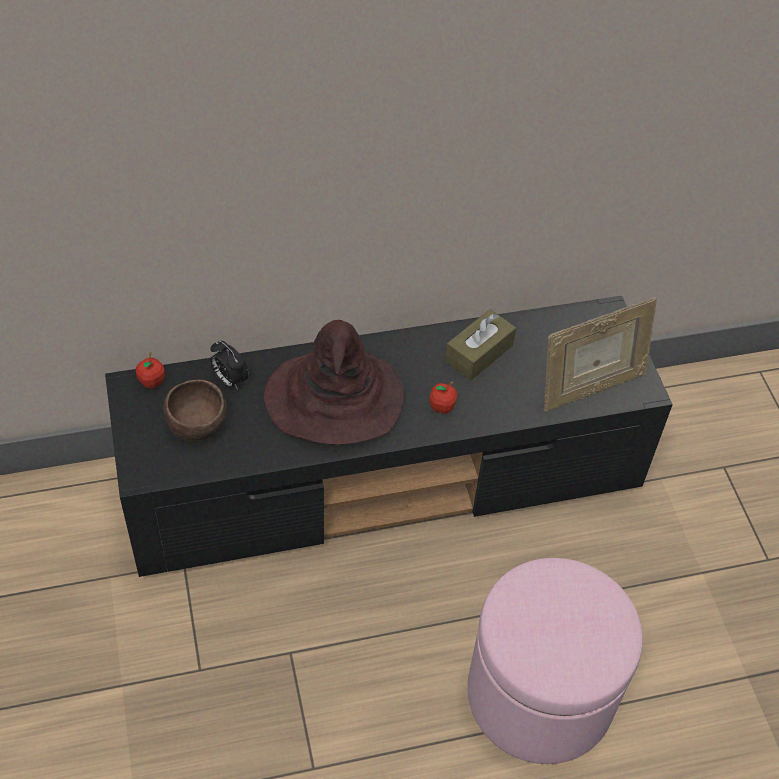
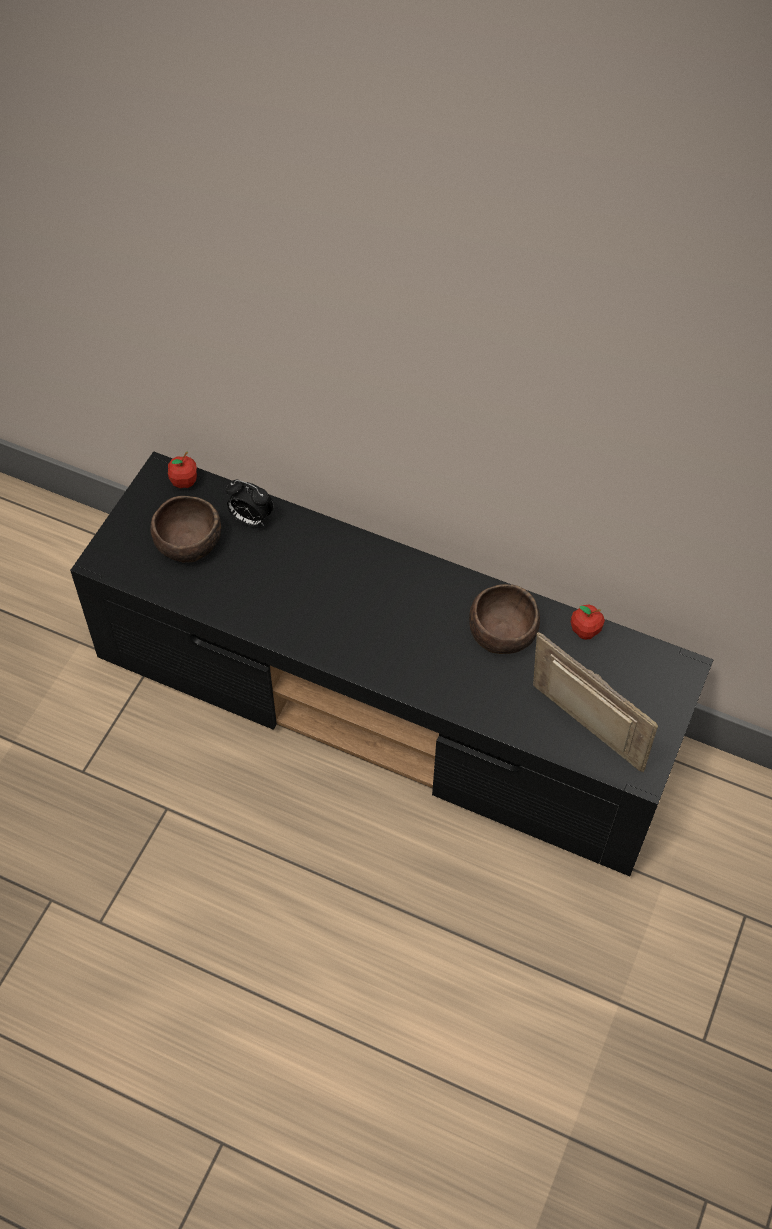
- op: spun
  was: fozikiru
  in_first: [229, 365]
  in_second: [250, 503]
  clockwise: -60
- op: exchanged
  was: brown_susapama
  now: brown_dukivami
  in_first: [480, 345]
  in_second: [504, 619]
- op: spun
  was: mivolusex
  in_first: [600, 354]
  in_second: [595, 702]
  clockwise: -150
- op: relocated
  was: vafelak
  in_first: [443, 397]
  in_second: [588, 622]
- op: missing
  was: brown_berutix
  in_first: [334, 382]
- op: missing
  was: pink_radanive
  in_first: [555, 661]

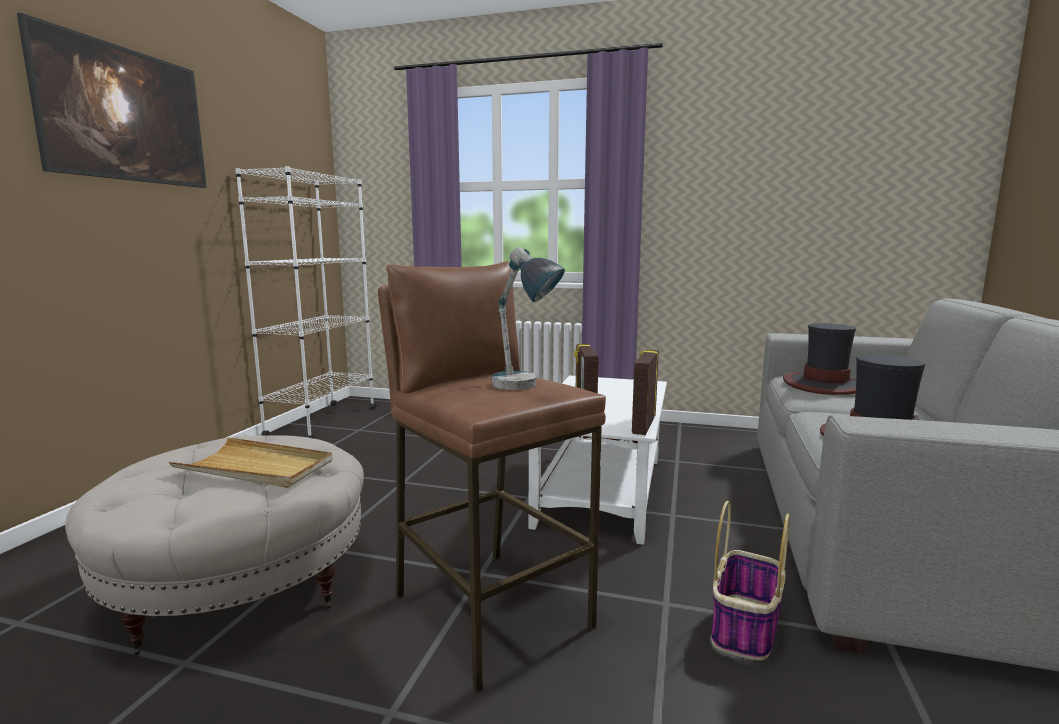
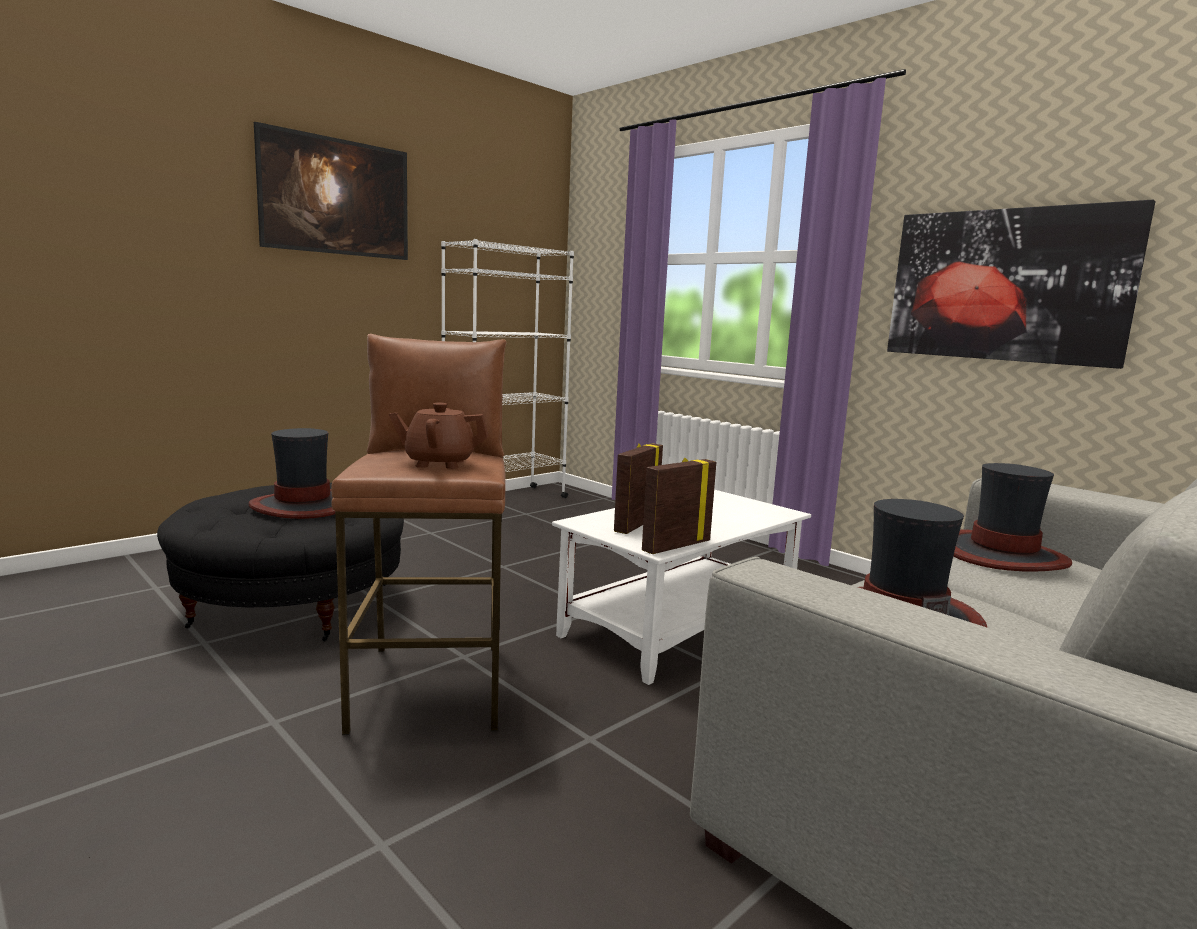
- op: colour
  was: beige_radanive
  now: black_radanive
  in_first: [214, 545]
  in_second: [280, 562]
- op: exchanged
  was: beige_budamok
  now: berutix
  in_first: [250, 462]
  in_second: [292, 473]
- op: exchanged
  was: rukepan
  now: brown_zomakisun
  in_first: [528, 318]
  in_second: [439, 436]
- op: appeared
  now: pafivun
  in_second: [1021, 284]
- op: missing
  was: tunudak
  in_first: [750, 581]

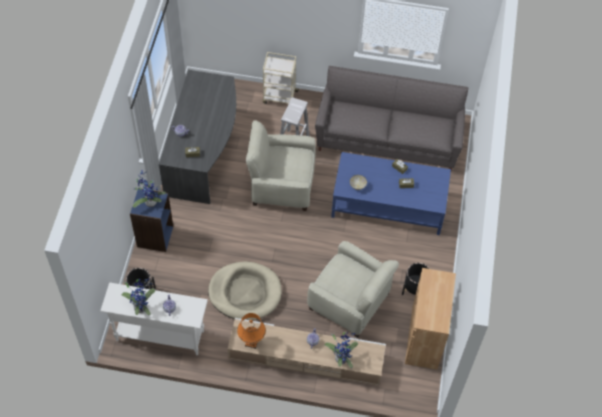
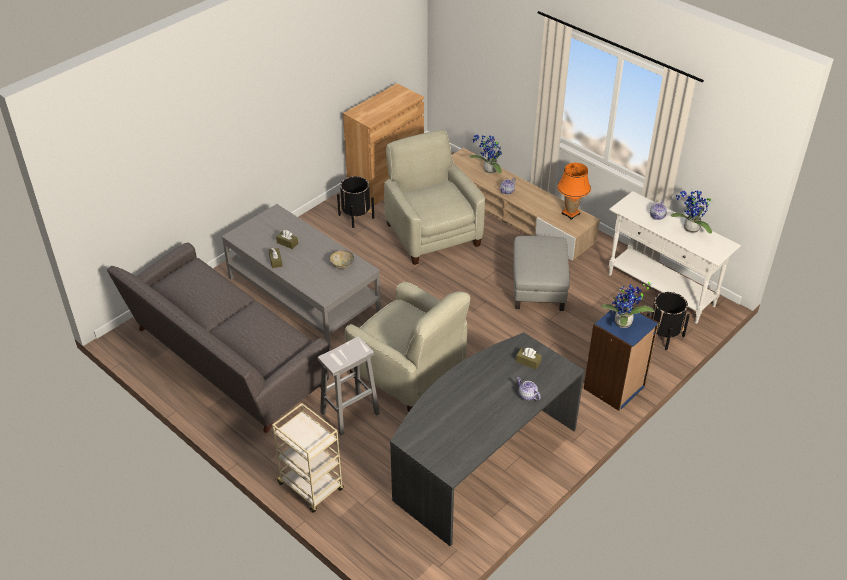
- op: colour
  was: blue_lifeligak
  now: grey_lifeligak
  in_first: [391, 193]
  in_second: [301, 276]
- op: exchanged
  was: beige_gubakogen
  now: grey_radanive
  in_first: [245, 290]
  in_second: [542, 273]

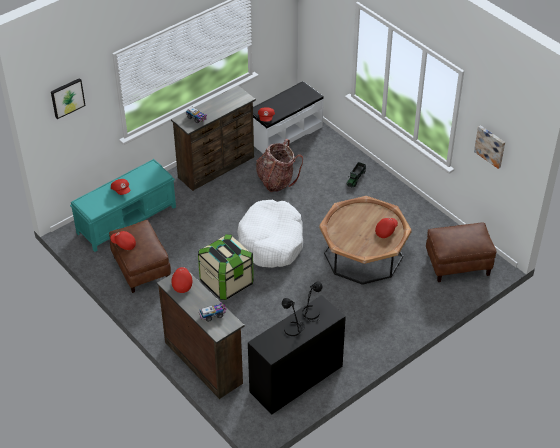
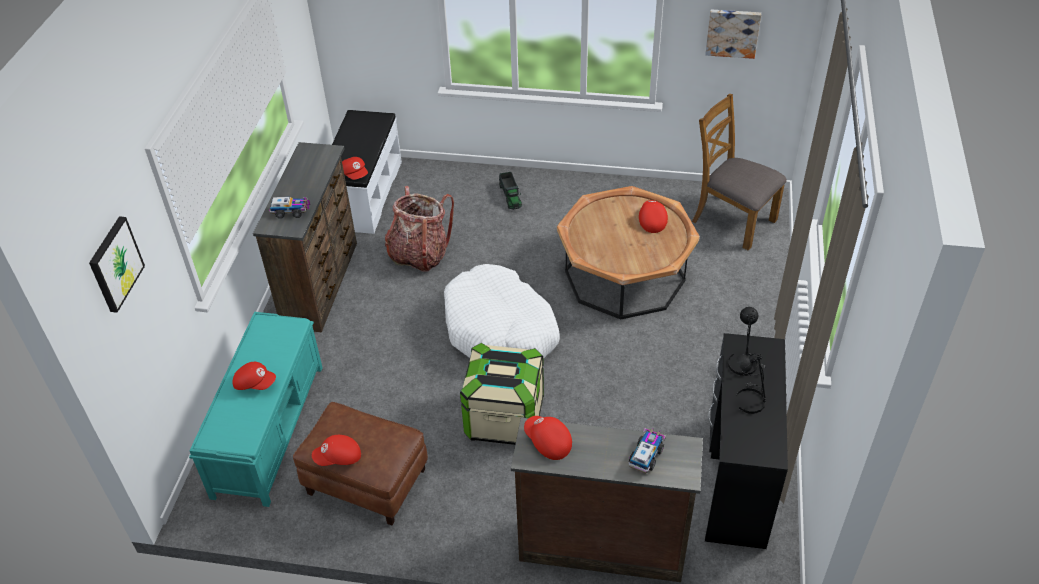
- op: exchanged
  was: brown_radanive
  now: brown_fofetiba
  in_first: [461, 252]
  in_second: [739, 172]

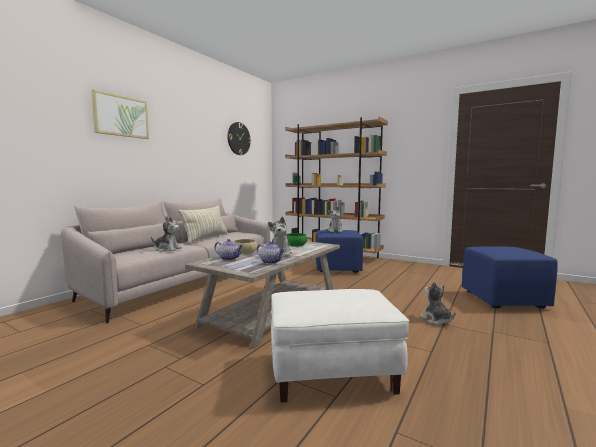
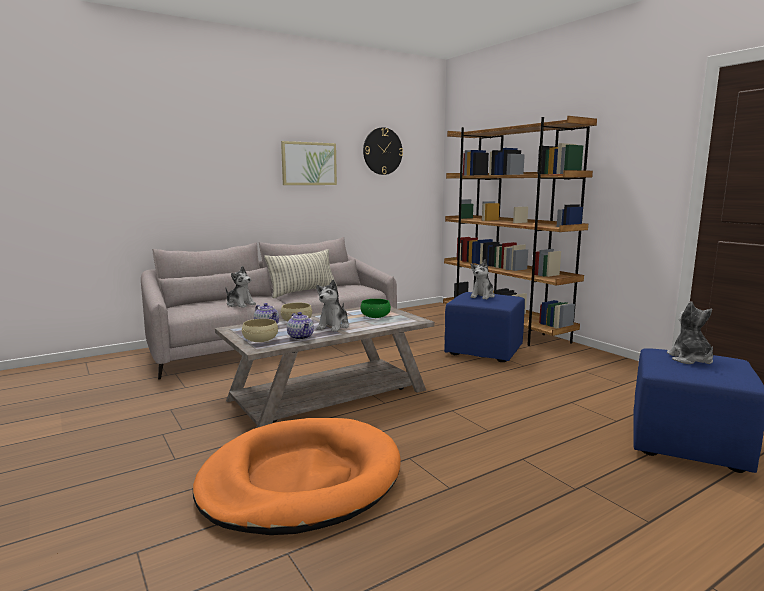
- op: exchanged
  was: white_radanive
  now: orange_gubakogen
  in_first: [340, 345]
  in_second: [297, 476]
- op: appeared
  now: beige_dukivami
  in_second: [260, 330]
- op: relocated
  was: pafivun
  in_first: [120, 114]
  in_second: [309, 163]
- op: relocated
  was: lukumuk
  in_first: [437, 303]
  in_second: [690, 332]

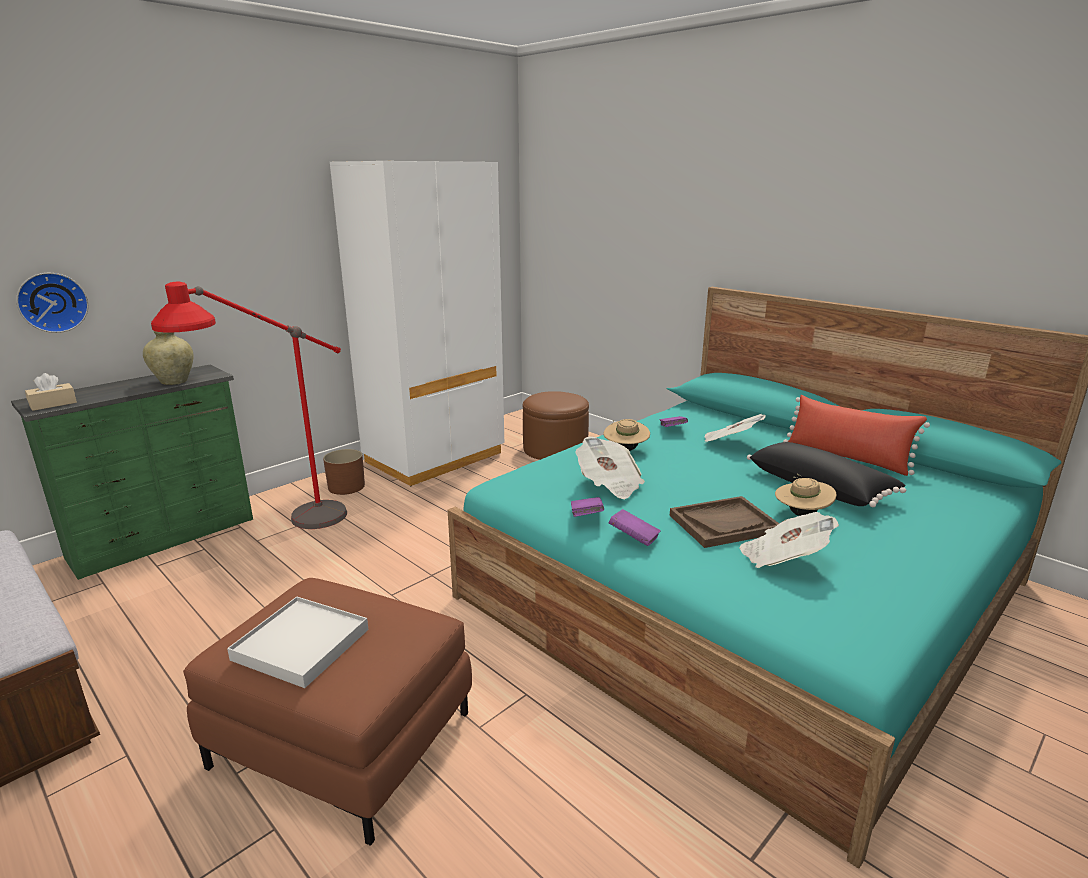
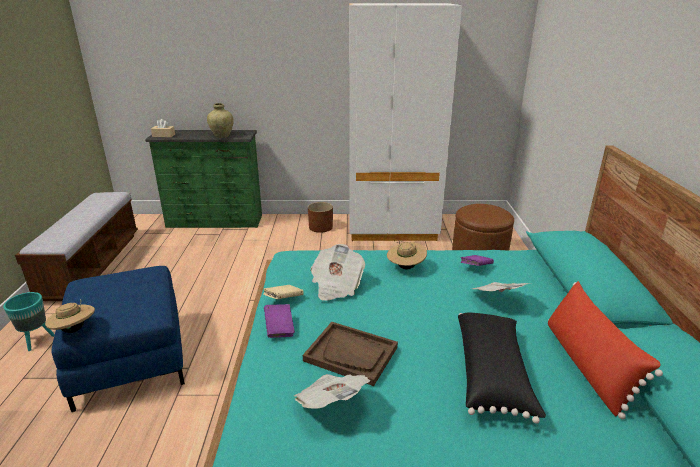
- op: appeared
  now: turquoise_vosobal
  in_second: [29, 321]
- op: relocated
  was: beige_berutix
  in_first: [805, 495]
  in_second: [70, 316]
- op: colour
  was: brown_radanive
  now: blue_radanive
  in_first: [327, 712]
  in_second: [118, 339]
- op: colour
  was: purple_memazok
  now: beige_memazok
  in_first: [587, 507]
  in_second: [283, 292]
- op: missing
  was: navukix
  in_first: [52, 303]
- op: missing
  was: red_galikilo
  in_first: [249, 405]
- op: missing
  was: white_budamok
  in_first: [297, 642]

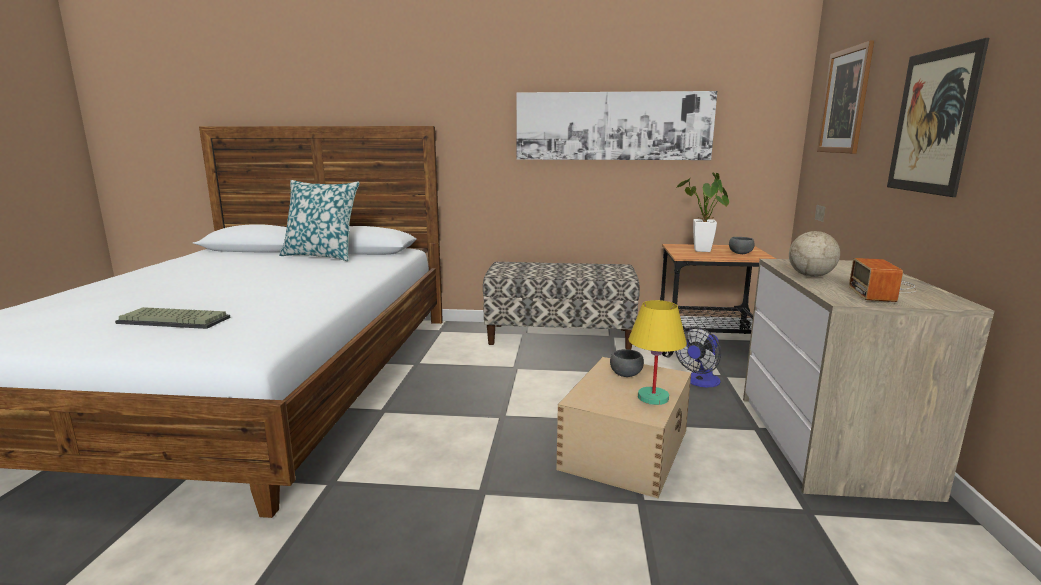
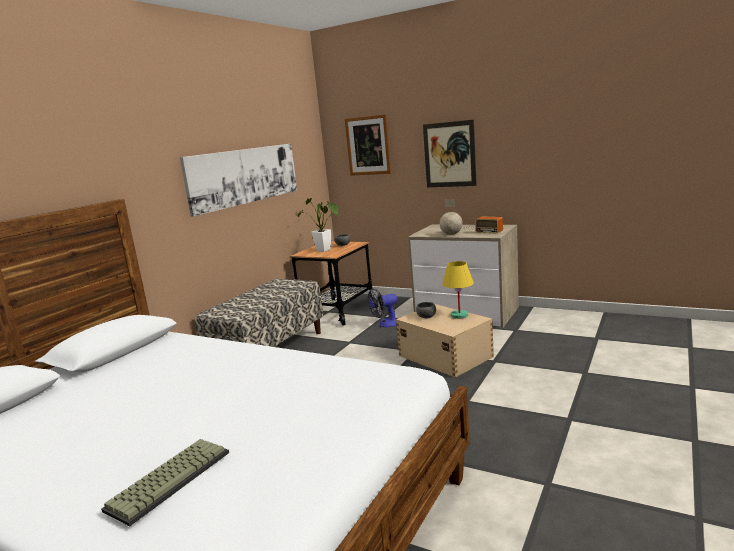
- op: relocated
  was: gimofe
  in_first: [172, 318]
  in_second: [165, 482]
- op: spun
  was: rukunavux
  in_first: [698, 357]
  in_second: [382, 307]
  clockwise: 90
- op: missing
  was: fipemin
  in_first: [319, 220]

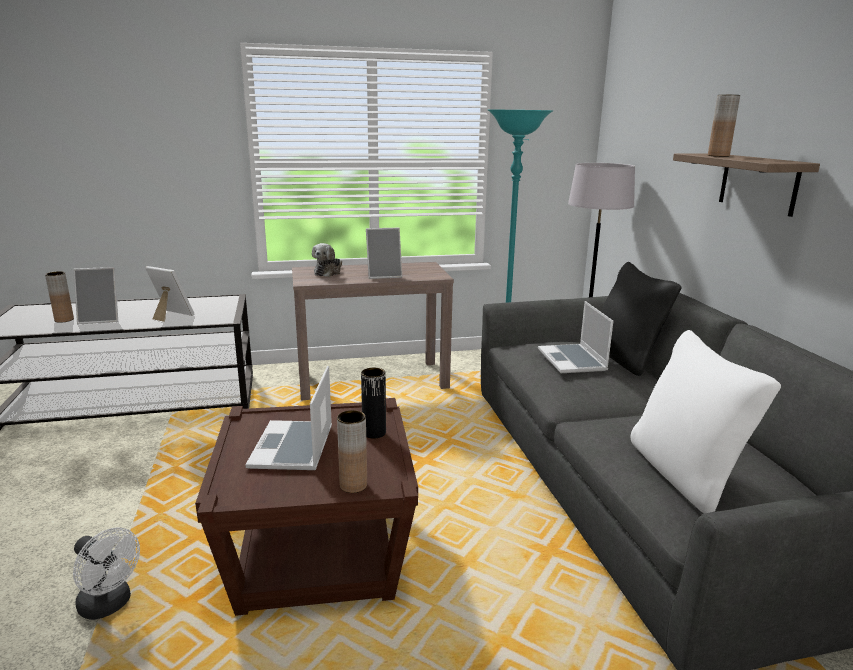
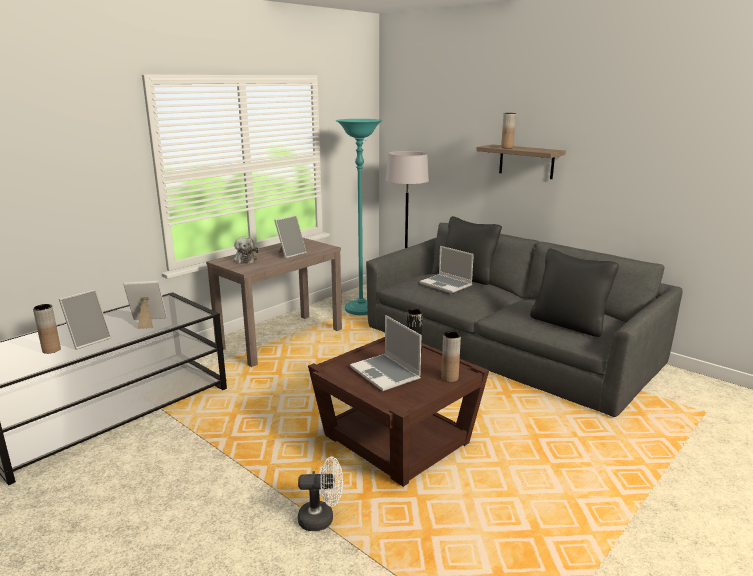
- op: colour
  was: white_fipemin
  now: black_fipemin
  in_first: [706, 422]
  in_second: [574, 293]

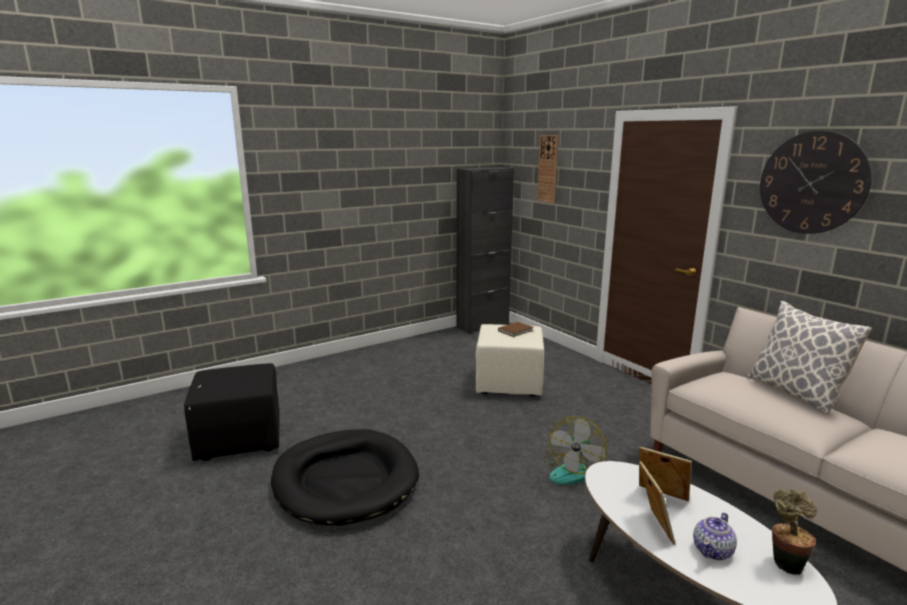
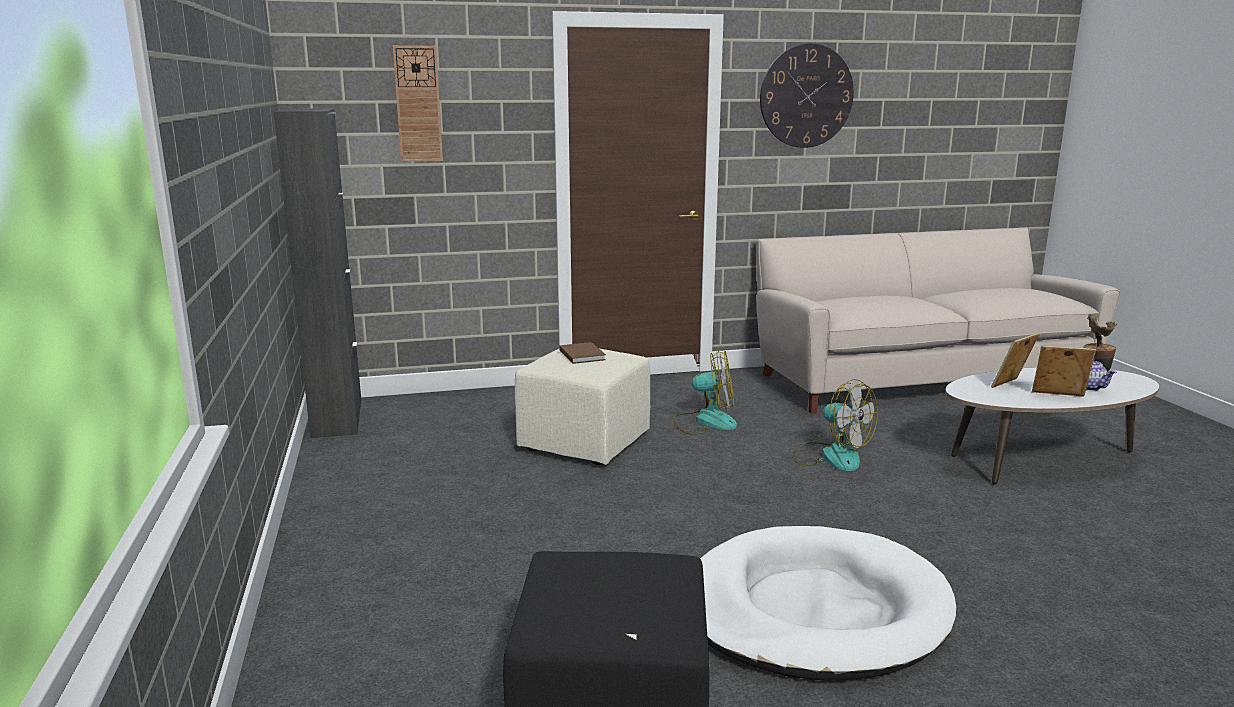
- op: appeared
  now: rukunavux
  in_second: [705, 391]
- op: colour
  was: black_gubakogen
  now: white_gubakogen
  in_first: [345, 477]
  in_second: [828, 603]
- op: missing
  was: fipemin
  in_first: [809, 357]

